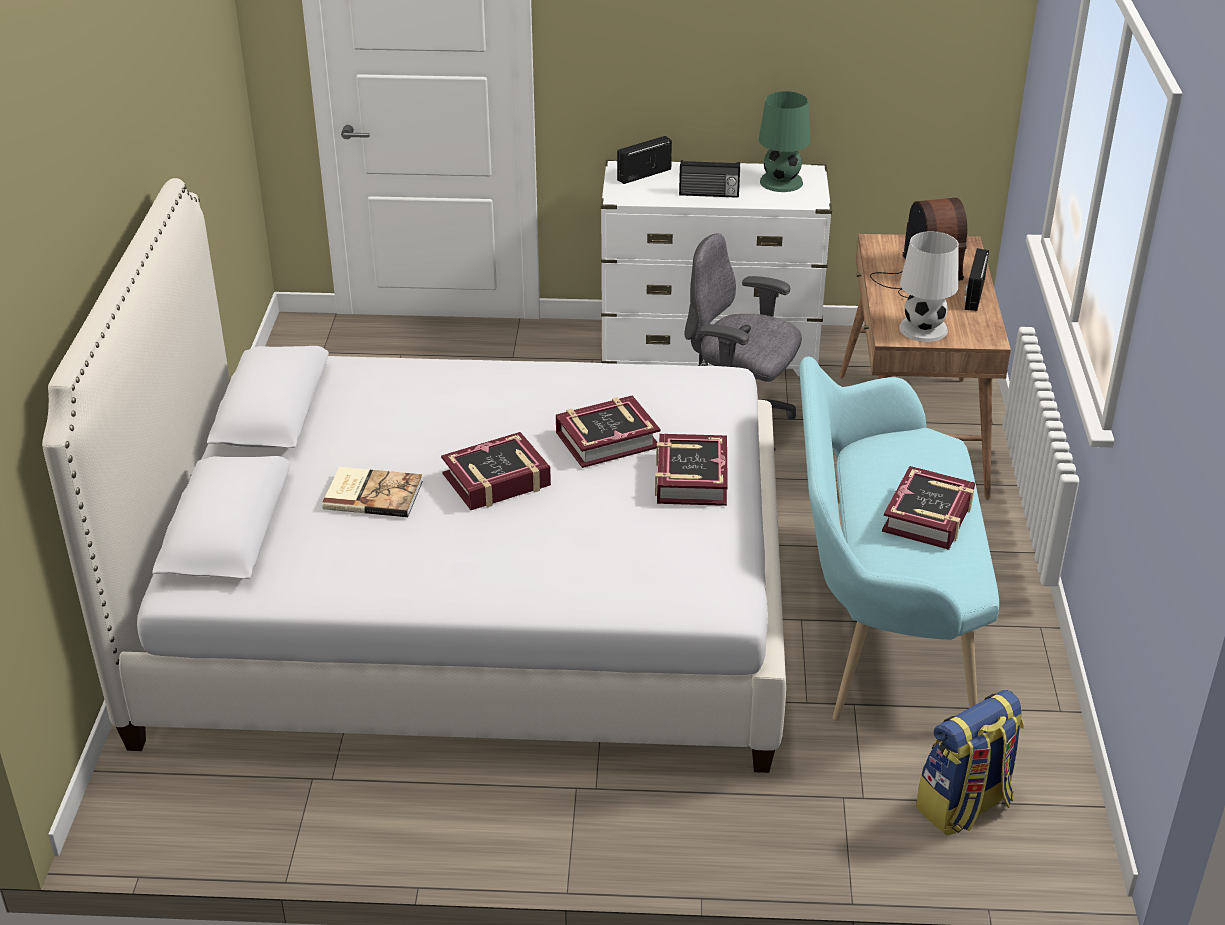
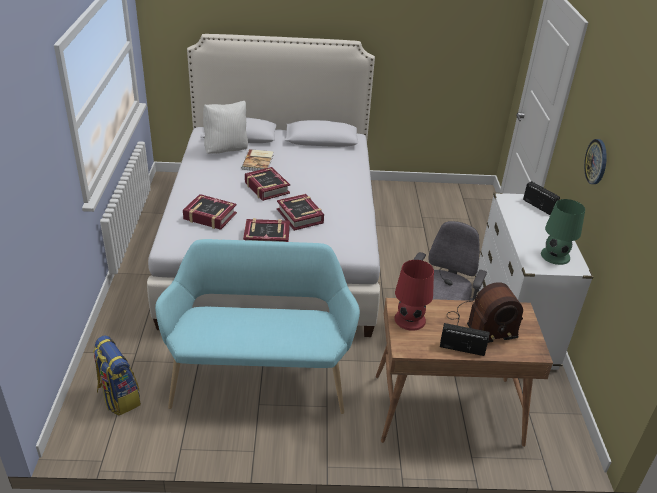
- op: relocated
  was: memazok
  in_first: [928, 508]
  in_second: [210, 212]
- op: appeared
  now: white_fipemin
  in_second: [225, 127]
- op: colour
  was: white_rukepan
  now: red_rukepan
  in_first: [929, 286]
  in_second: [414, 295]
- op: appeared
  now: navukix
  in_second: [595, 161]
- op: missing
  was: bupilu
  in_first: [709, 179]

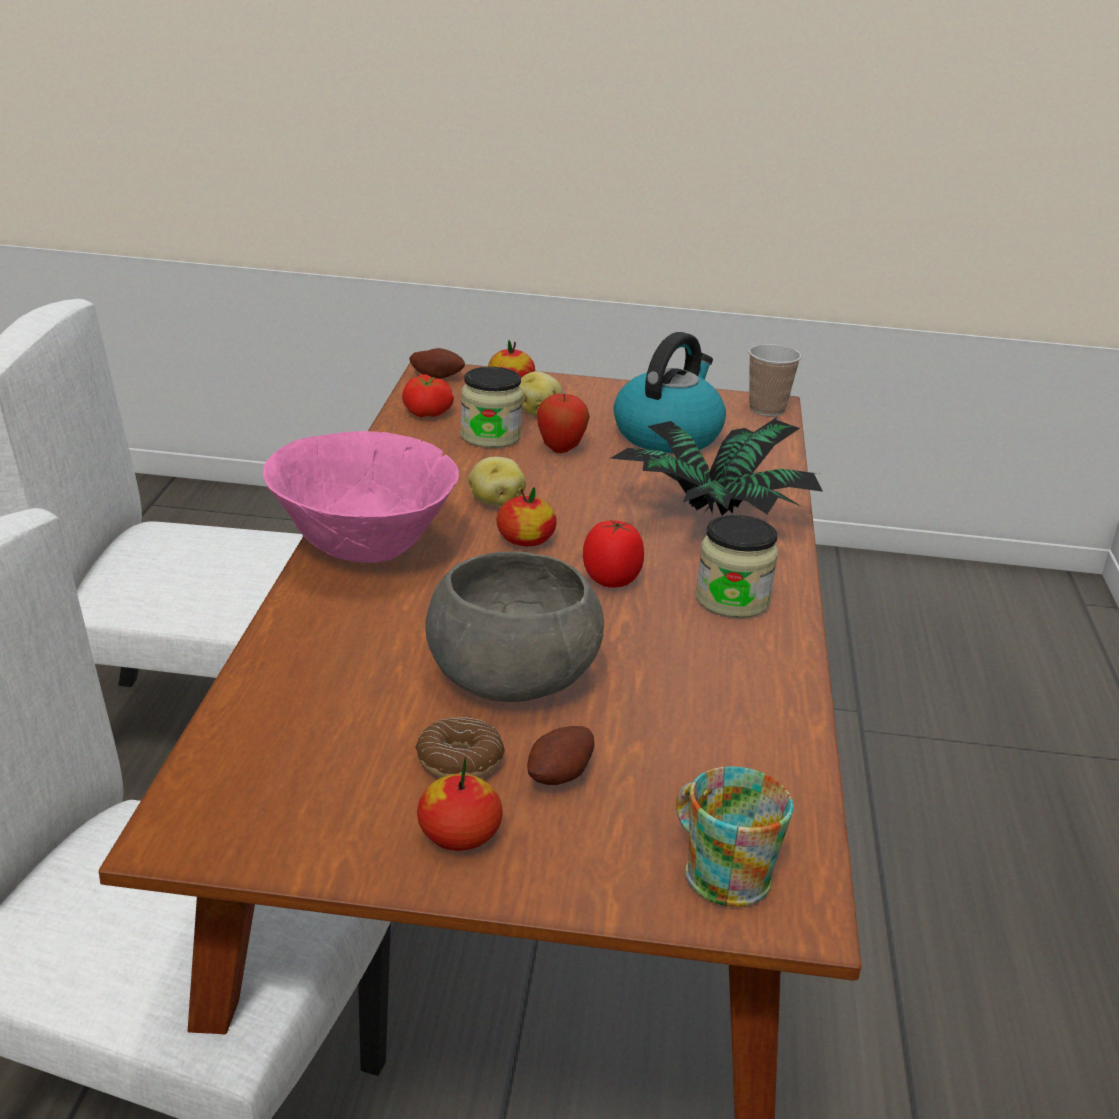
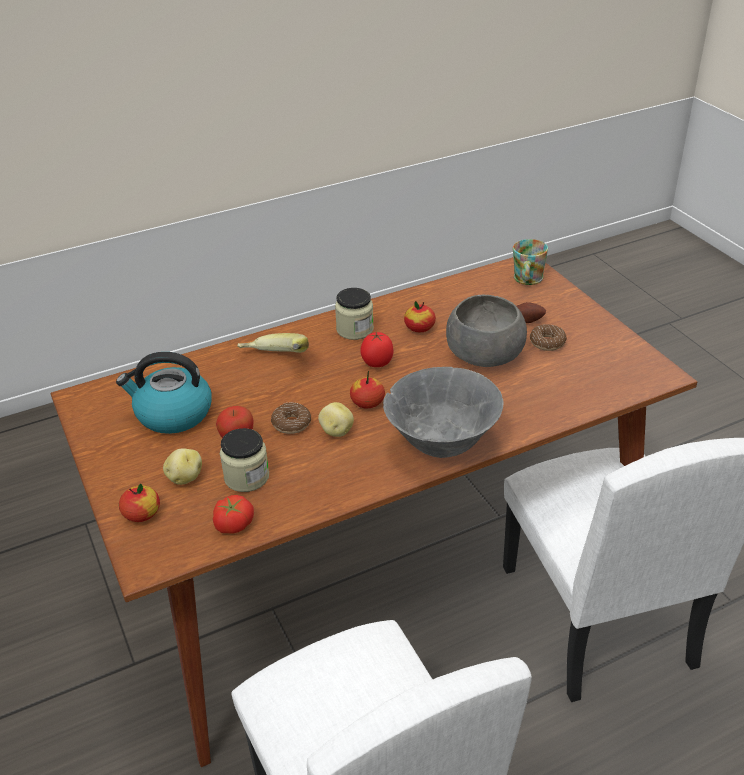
- op: exchanged
  was: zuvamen
  now: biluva
  in_first: [716, 466]
  in_second: [273, 343]
- op: appeared
  now: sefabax
  in_second: [291, 418]
- op: colour
  was: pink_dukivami
  now: grey_dukivami
  in_first: [361, 497]
  in_second: [443, 412]
- op: relocated
  was: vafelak
  in_first: [460, 804]
  in_second: [420, 316]
- op: missing
  was: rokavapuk
  in_first: [437, 363]
- op: missing
  was: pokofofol
  in_first: [775, 380]

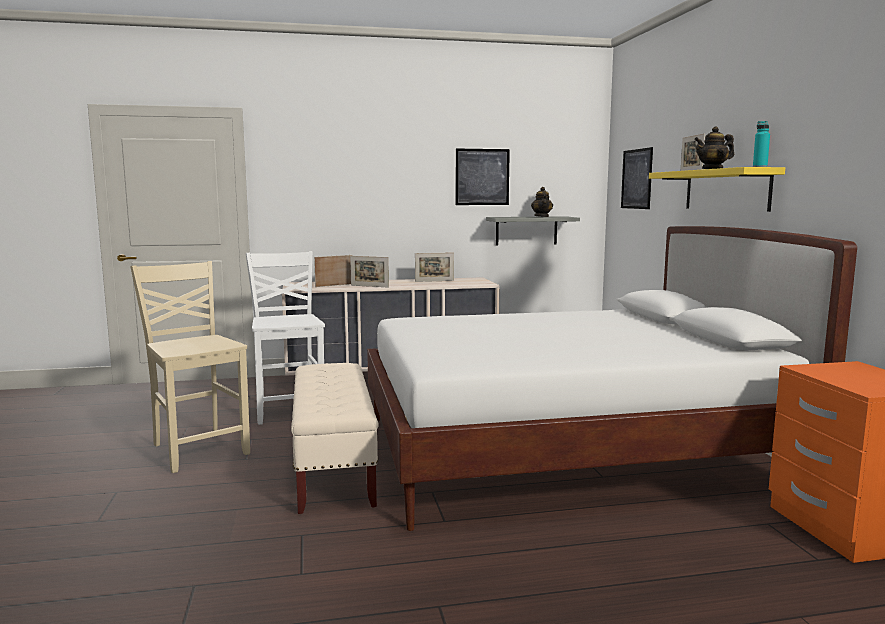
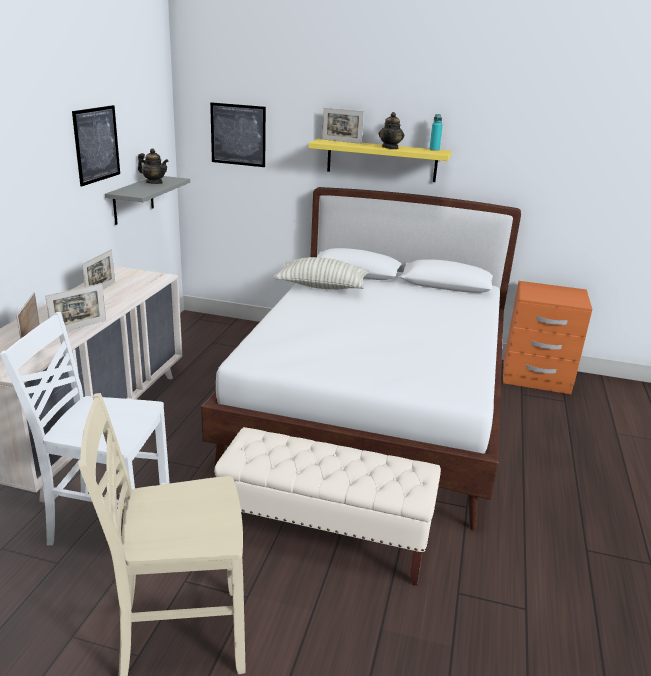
- op: appeared
  now: fipemin
  in_second: [321, 273]

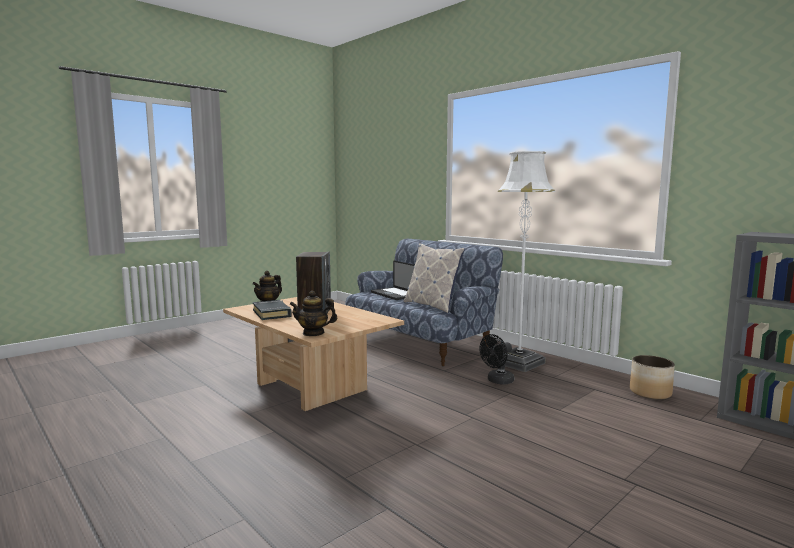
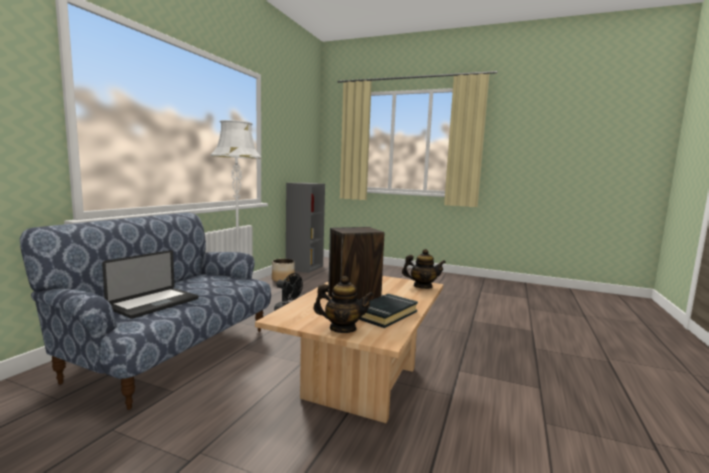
- op: spun
  was: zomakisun
  in_first: [313, 313]
  in_second: [424, 269]
  clockwise: -60
- op: missing
  was: fipemin
  in_first: [434, 278]

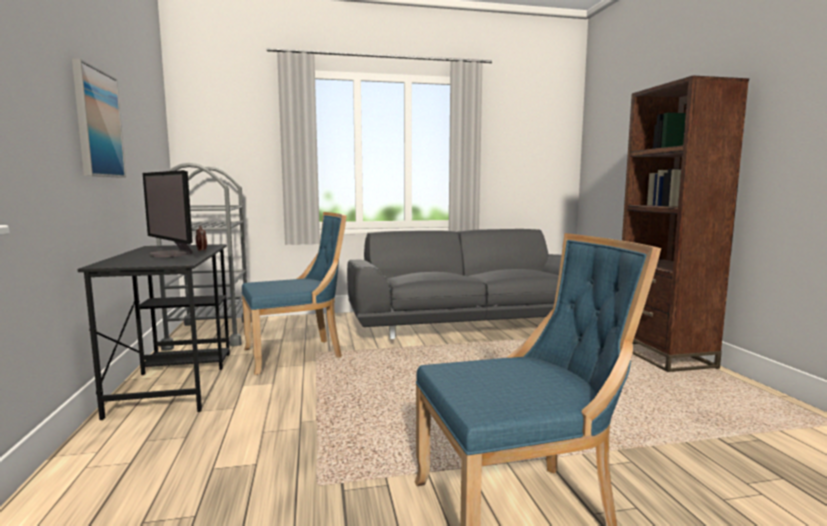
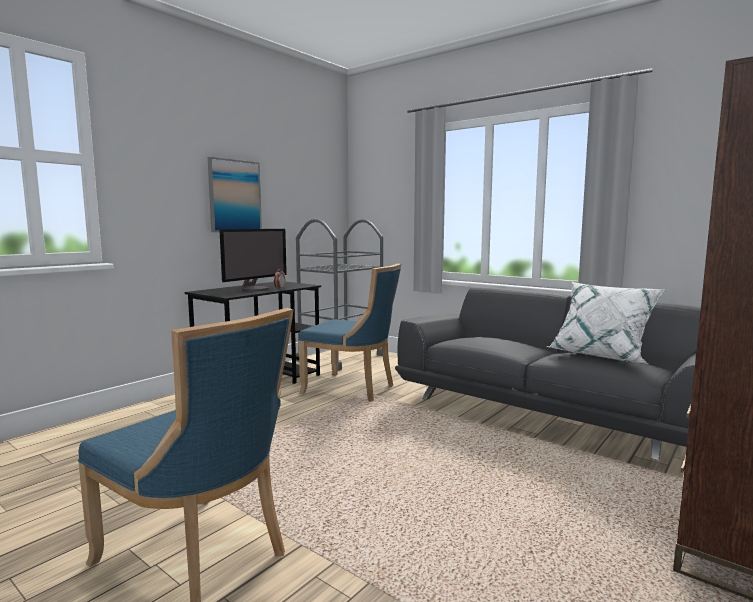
- op: spun
  was: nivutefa
  in_first: [168, 213]
  in_second: [253, 260]
  clockwise: -150
- op: appeared
  now: white_fipemin
  in_second: [606, 323]

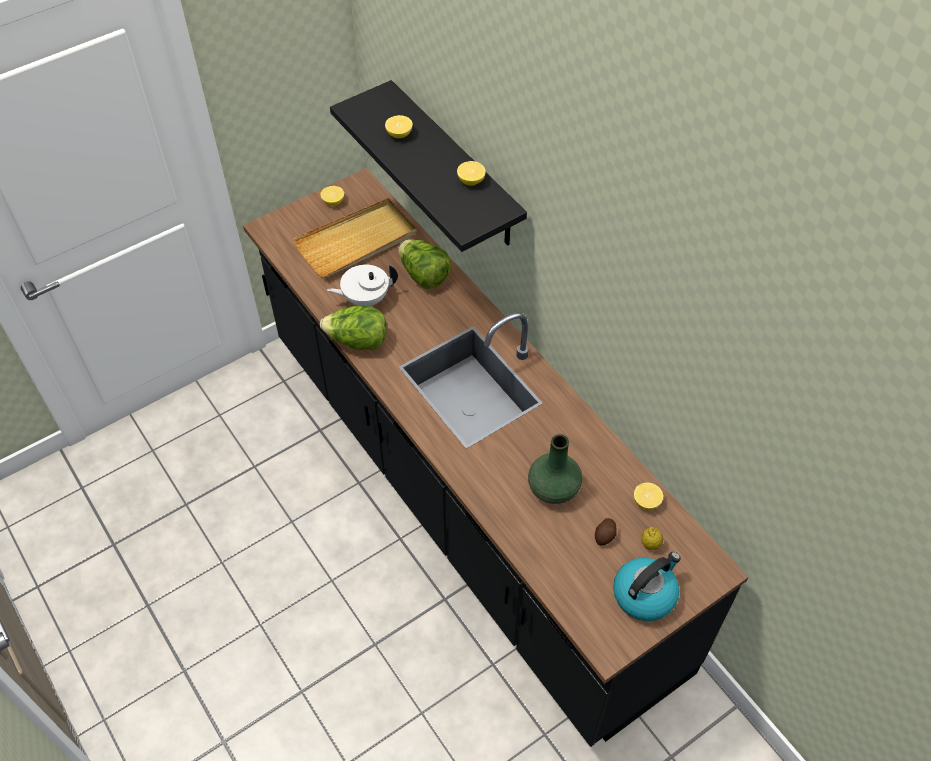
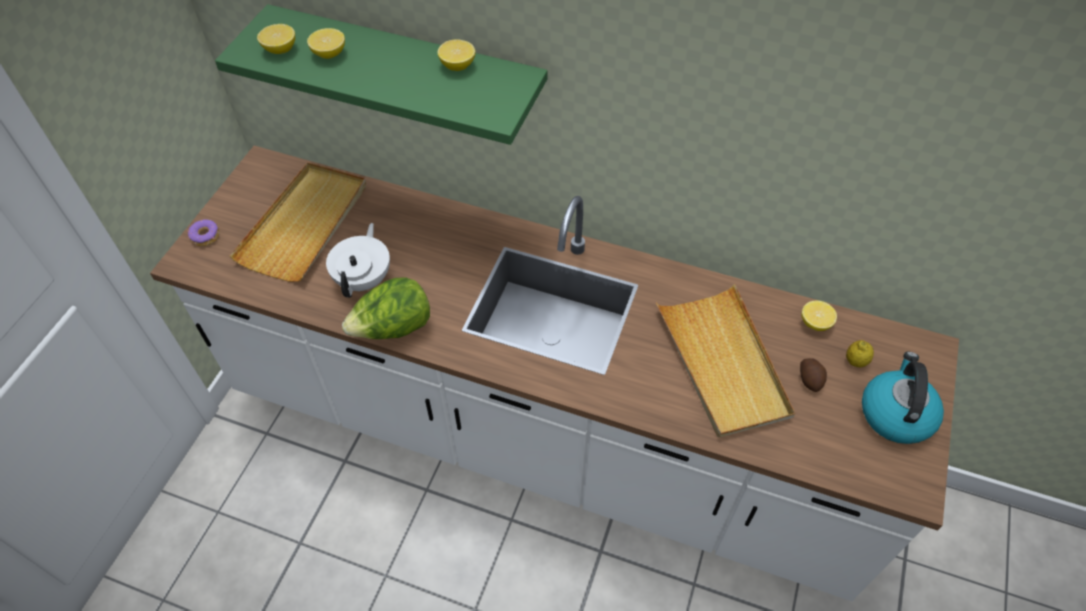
- op: colour
  was: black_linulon
  now: white_linulon
  in_first: [495, 457]
  in_second: [554, 373]
- op: appeared
  now: sefabax
  in_second: [204, 232]
- op: colour
  was: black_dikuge
  now: green_dikuge
  in_first: [428, 166]
  in_second: [381, 74]
- op: relocated
  was: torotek
  in_first: [332, 196]
  in_second: [276, 39]
- op: spun
  was: white_zomakisun
  in_first: [362, 285]
  in_second: [358, 260]
  clockwise: 150
- op: exchanged
  was: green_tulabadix
  now: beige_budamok
  in_first: [555, 469]
  in_second: [725, 360]
- op: missing
  was: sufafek
  in_first: [424, 264]

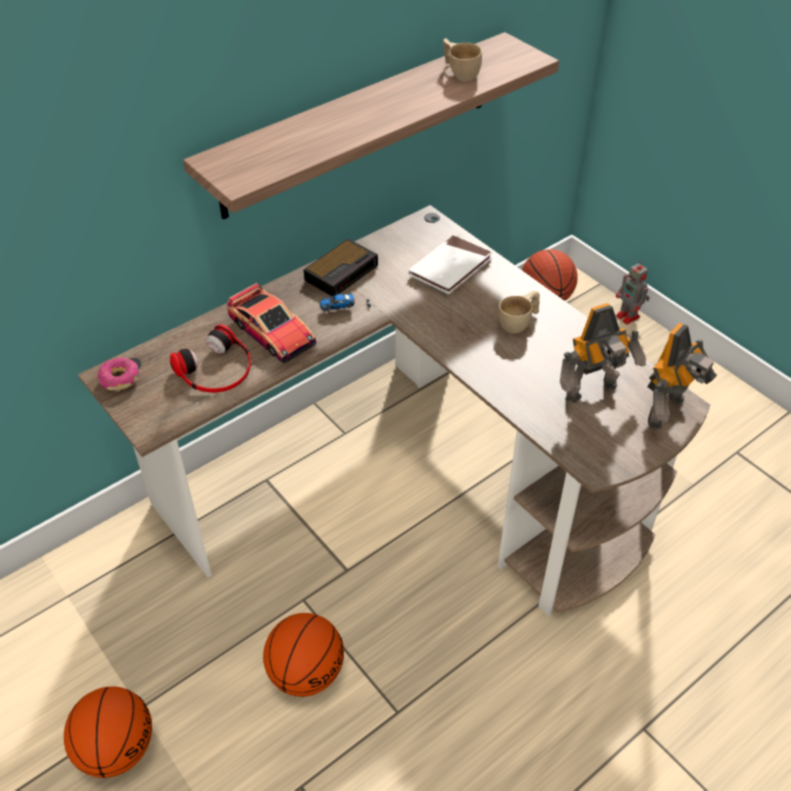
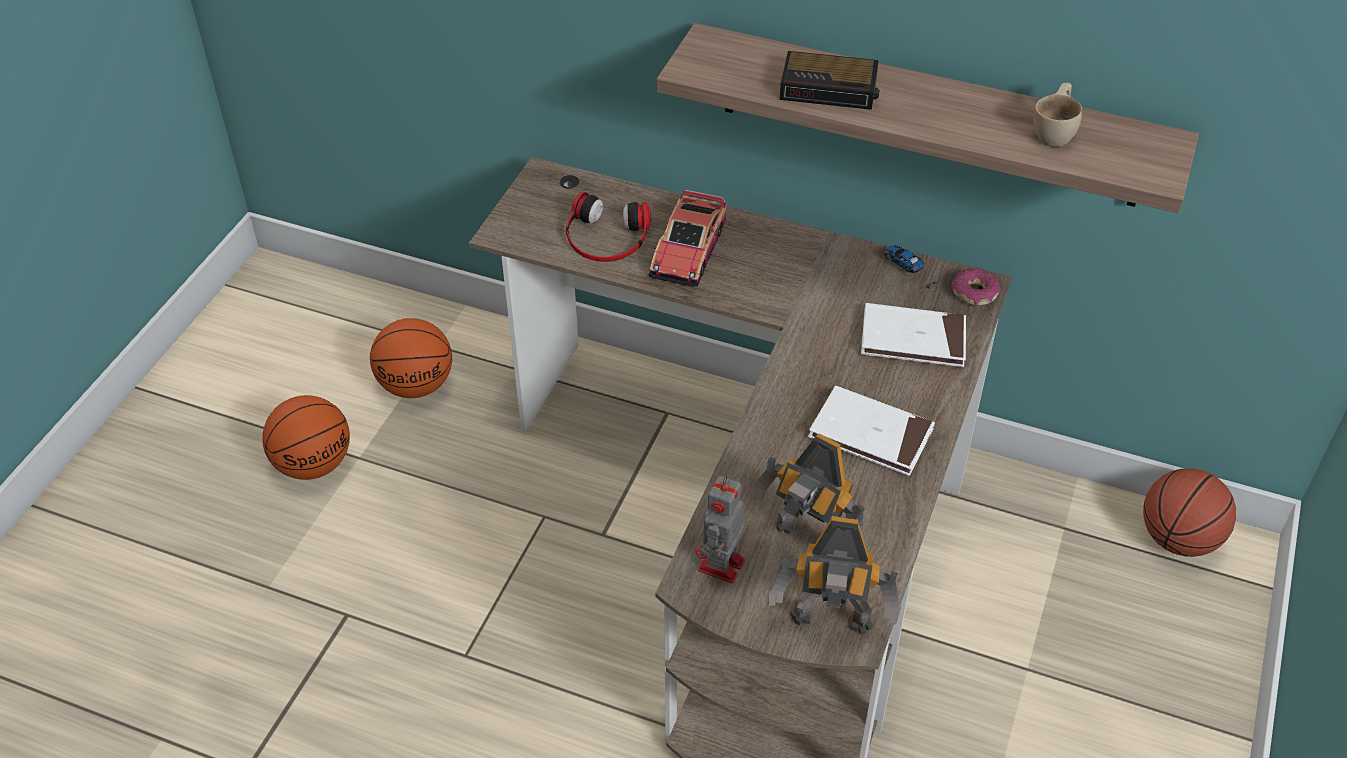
- op: relocated
  was: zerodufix
  in_first: [303, 655]
  in_second: [411, 358]
- op: relocated
  was: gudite
  in_first: [633, 293]
  in_second: [720, 529]
- op: relocated
  was: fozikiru
  in_first: [340, 267]
  in_second: [830, 80]
- op: exchanged
  was: beige_pokofofol
  now: white_memazok
  in_first: [519, 312]
  in_second: [871, 431]
- op: relocated
  was: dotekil
  in_first: [345, 302]
  in_second: [911, 266]
- op: relocated
  was: sefabax
  in_first: [118, 373]
  in_second: [976, 286]

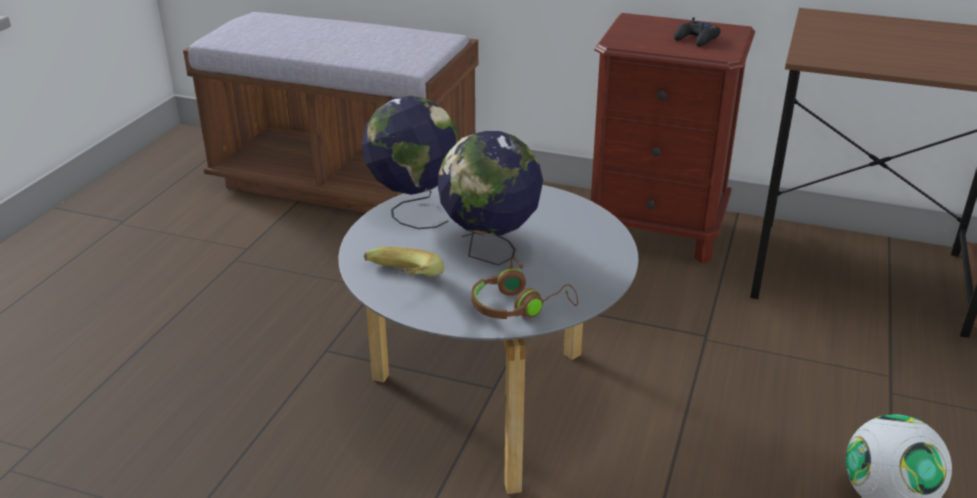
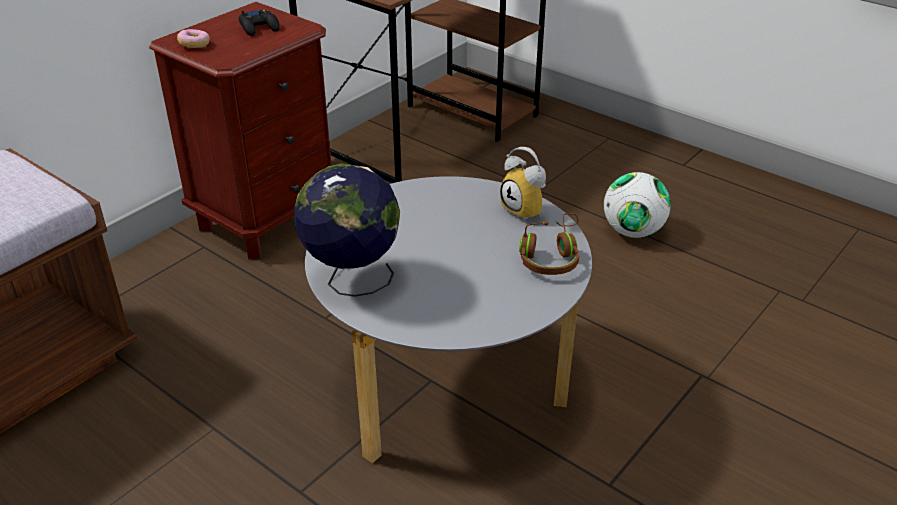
- op: appeared
  now: sefabax
  in_second: [193, 38]
- op: appeared
  now: fozikiru
  in_second: [523, 184]
- op: missing
  was: biluva
  in_first: [404, 262]
- op: missing
  was: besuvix
  in_first: [490, 198]

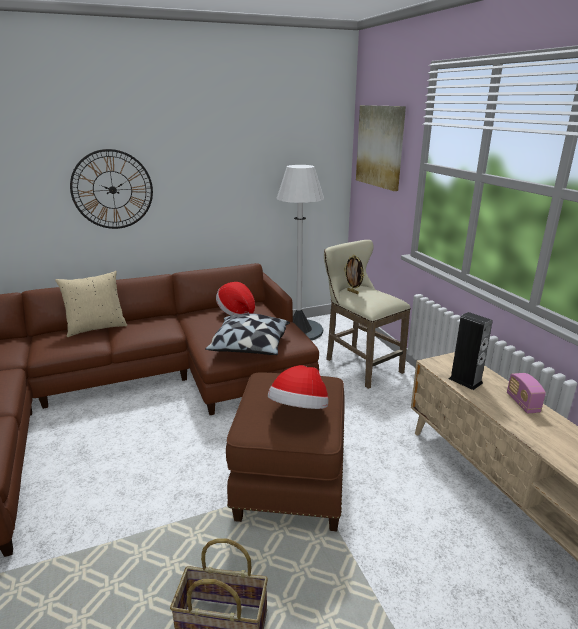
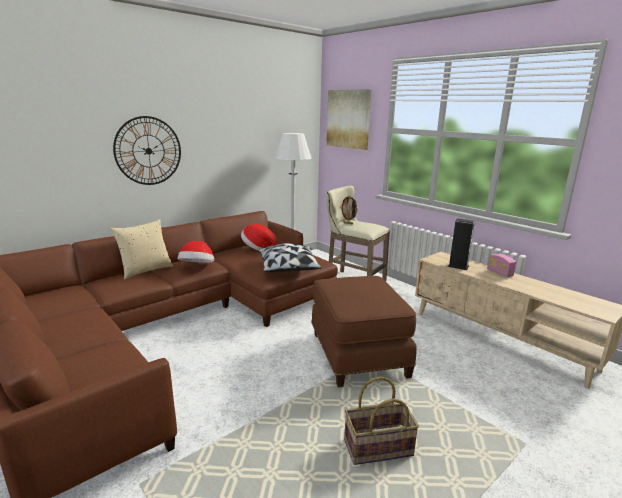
- op: relocated
  was: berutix
  in_first: [298, 387]
  in_second: [196, 252]

